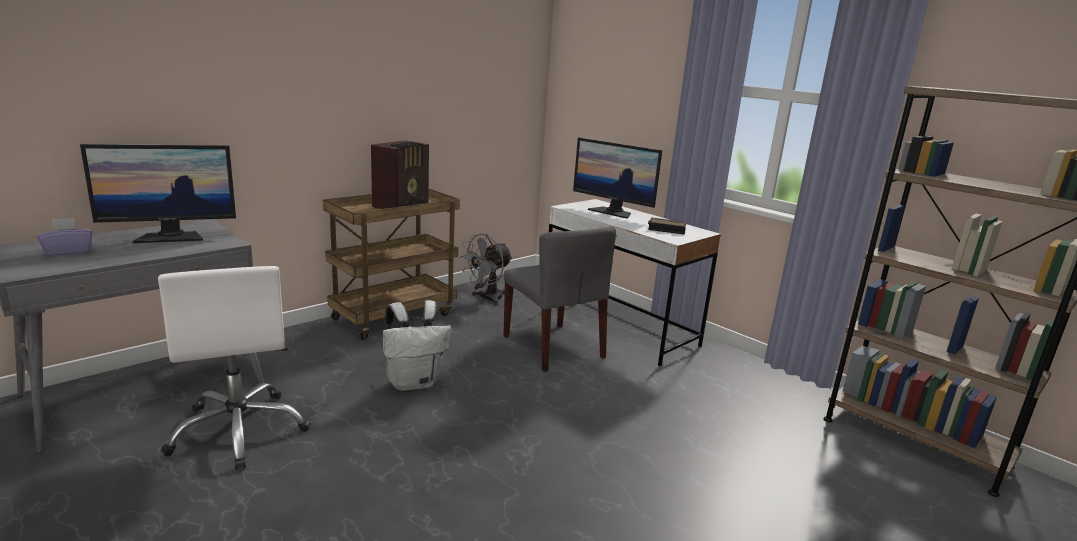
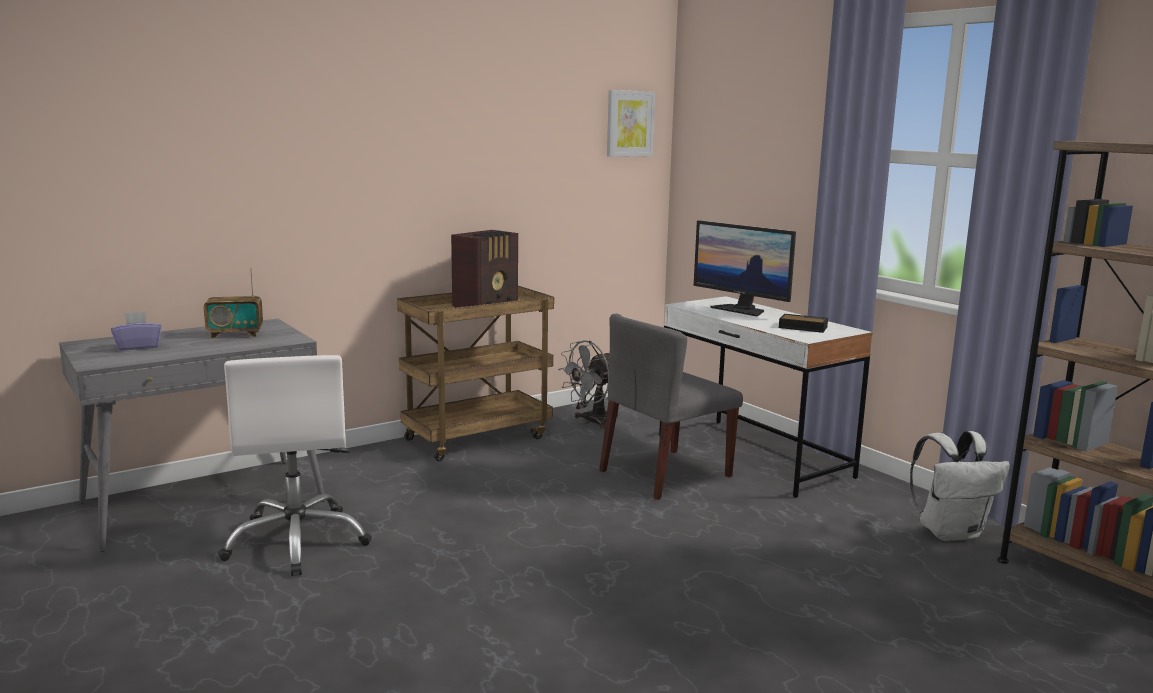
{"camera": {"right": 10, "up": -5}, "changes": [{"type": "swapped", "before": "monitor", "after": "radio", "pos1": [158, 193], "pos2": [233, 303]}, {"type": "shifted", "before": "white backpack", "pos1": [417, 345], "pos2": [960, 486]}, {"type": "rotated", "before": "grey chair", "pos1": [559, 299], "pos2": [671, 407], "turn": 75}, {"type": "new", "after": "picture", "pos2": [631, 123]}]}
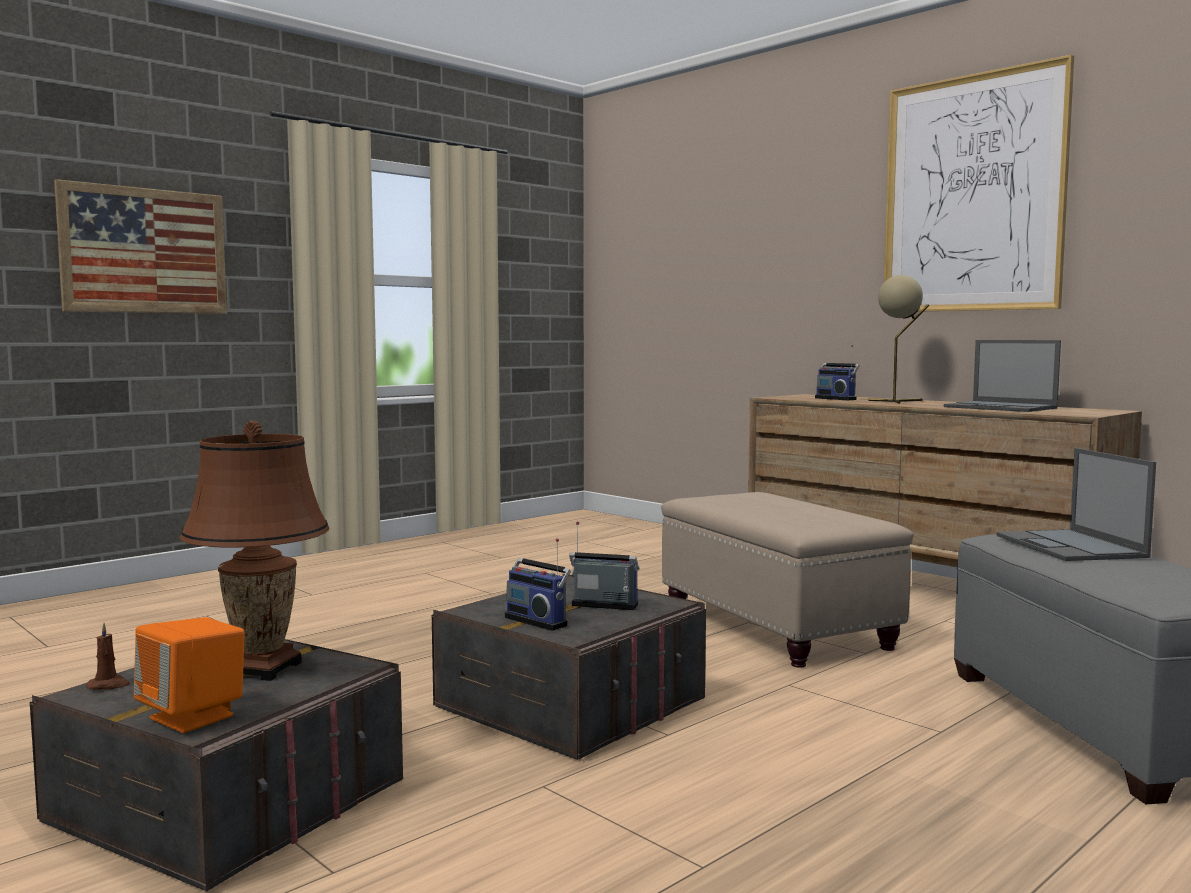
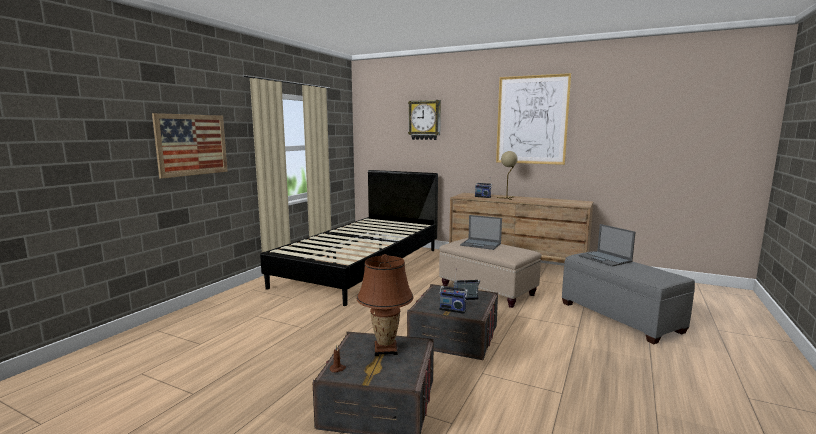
{"camera": {"right": -20, "up": 5}, "changes": [{"type": "gone", "before": "orange speaker", "pos1": [189, 675]}, {"type": "shifted", "before": "laptop", "pos1": [1002, 376], "pos2": [481, 232]}, {"type": "new", "after": "black bed", "pos2": [349, 238]}, {"type": "new", "after": "wall clock", "pos2": [424, 120]}]}
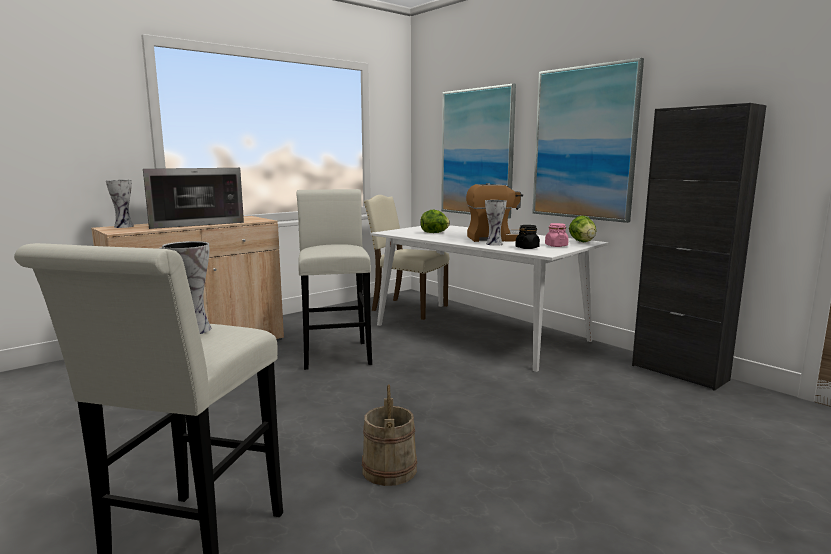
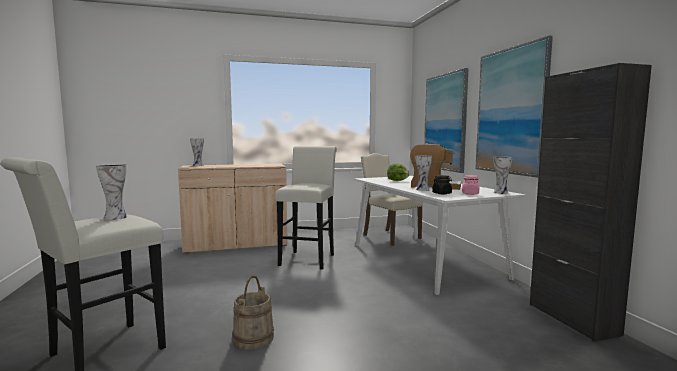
{"camera": {"right": 25, "up": -5}, "changes": [{"type": "gone", "before": "microwave", "pos1": [193, 198]}, {"type": "swapped", "before": "lettuce", "after": "vase", "pos1": [582, 229], "pos2": [503, 175]}]}
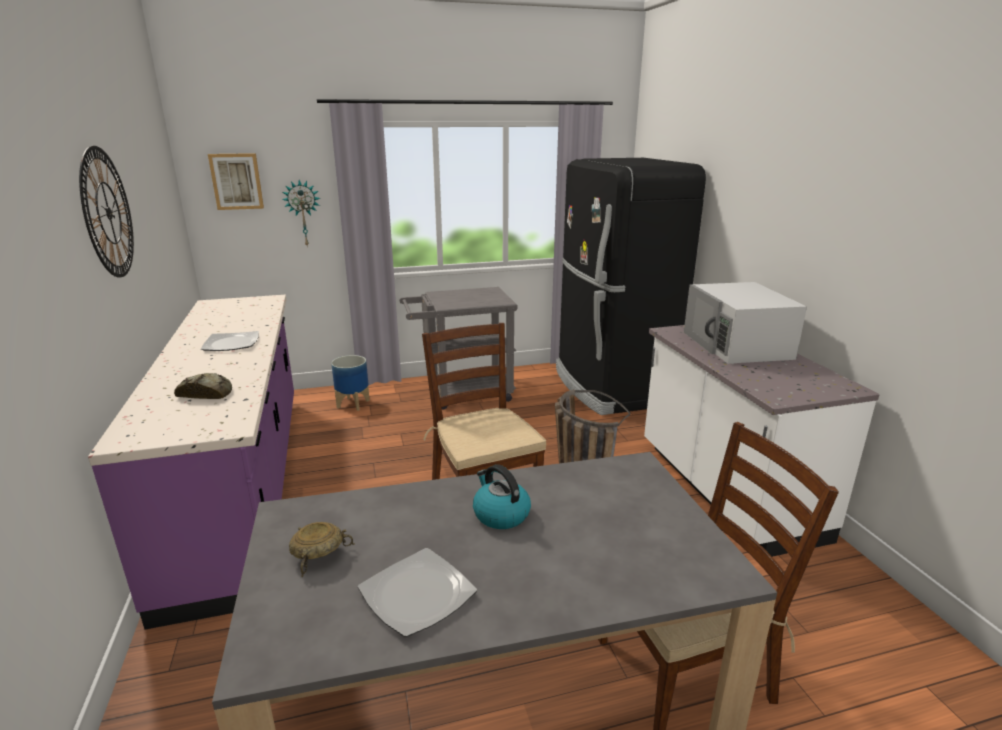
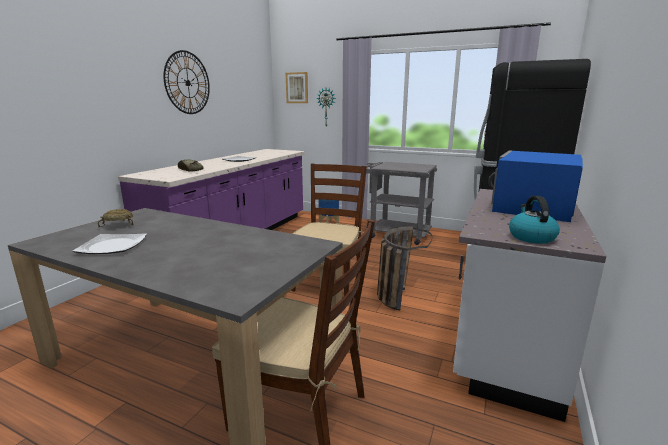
{"camera": {"right": 40, "up": -5}, "changes": [{"type": "shifted", "before": "kettle", "pos1": [502, 496], "pos2": [534, 220]}, {"type": "repainted", "before": "white microwave", "after": "blue microwave", "pos1": [745, 323], "pos2": [535, 186]}]}
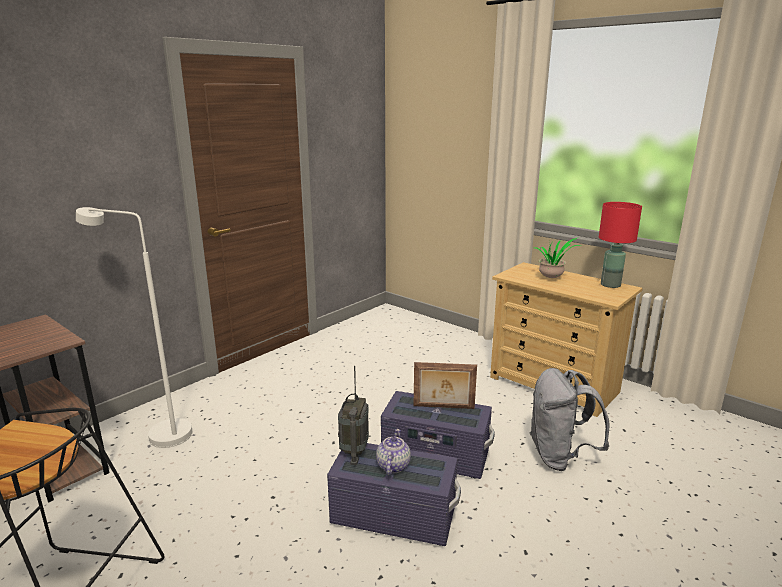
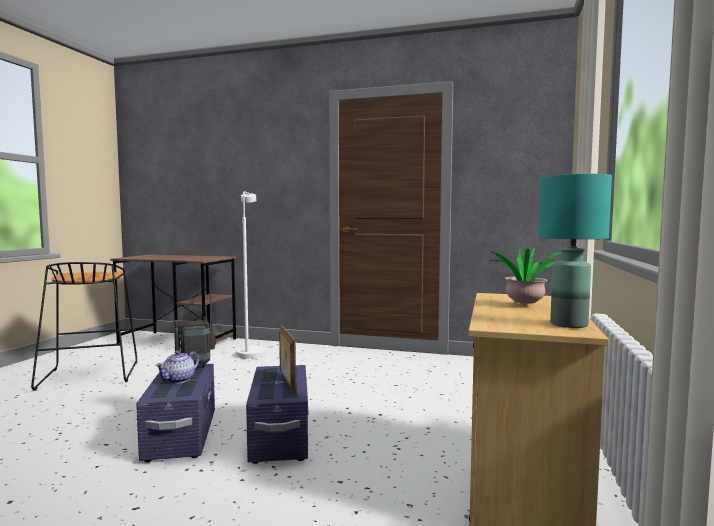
{"camera": {"right": 65, "up": -15}, "changes": [{"type": "rotated", "before": "teapot", "pos1": [393, 452], "pos2": [177, 367], "turn": 135}, {"type": "gone", "before": "grey backpack", "pos1": [569, 419]}, {"type": "repainted", "before": "red table lamp", "after": "turquoise table lamp", "pos1": [620, 245], "pos2": [575, 251]}]}
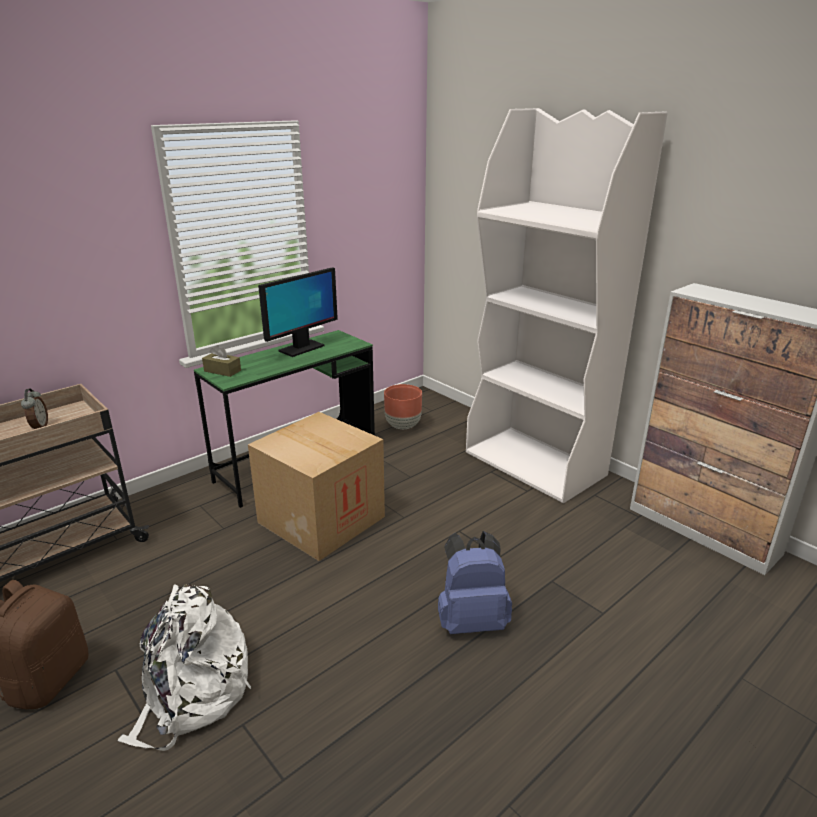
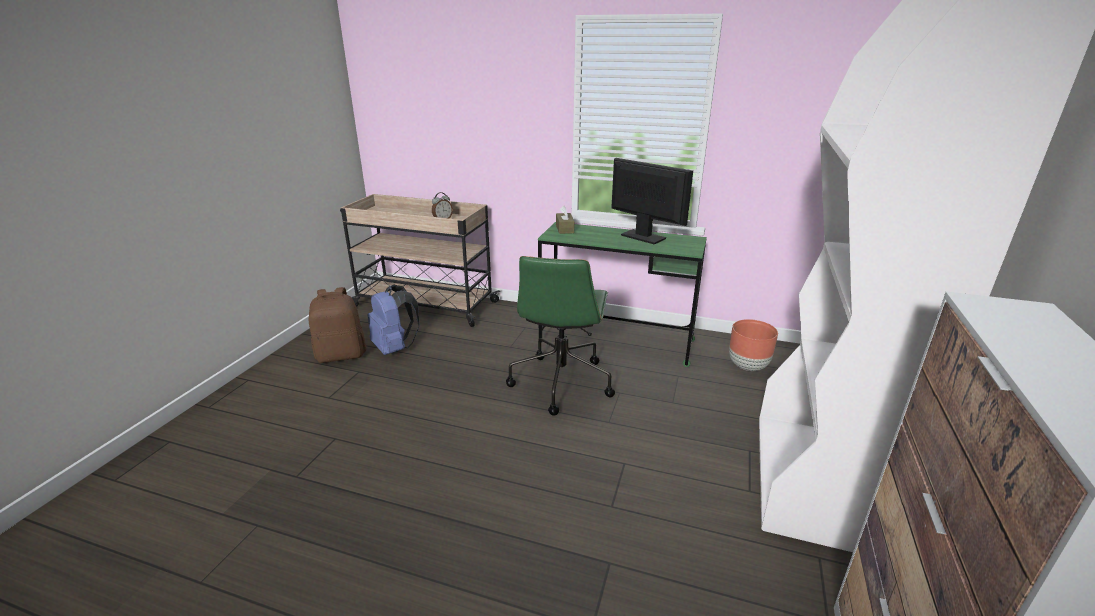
{"camera": {"right": 60, "up": 0}, "changes": [{"type": "gone", "before": "white backpack", "pos1": [184, 667]}, {"type": "swapped", "before": "cardboard box", "after": "green office chair", "pos1": [316, 486], "pos2": [560, 336]}, {"type": "rotated", "before": "monitor", "pos1": [298, 312], "pos2": [652, 201], "turn": -150}, {"type": "shifted", "before": "blue backpack", "pos1": [475, 582], "pos2": [393, 320]}]}
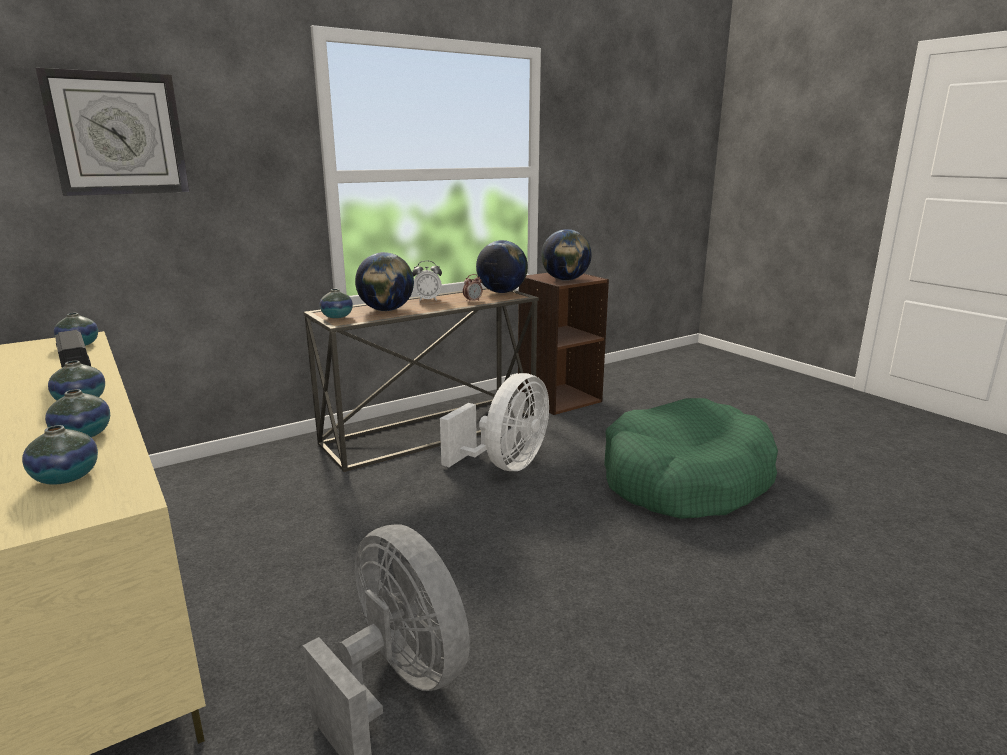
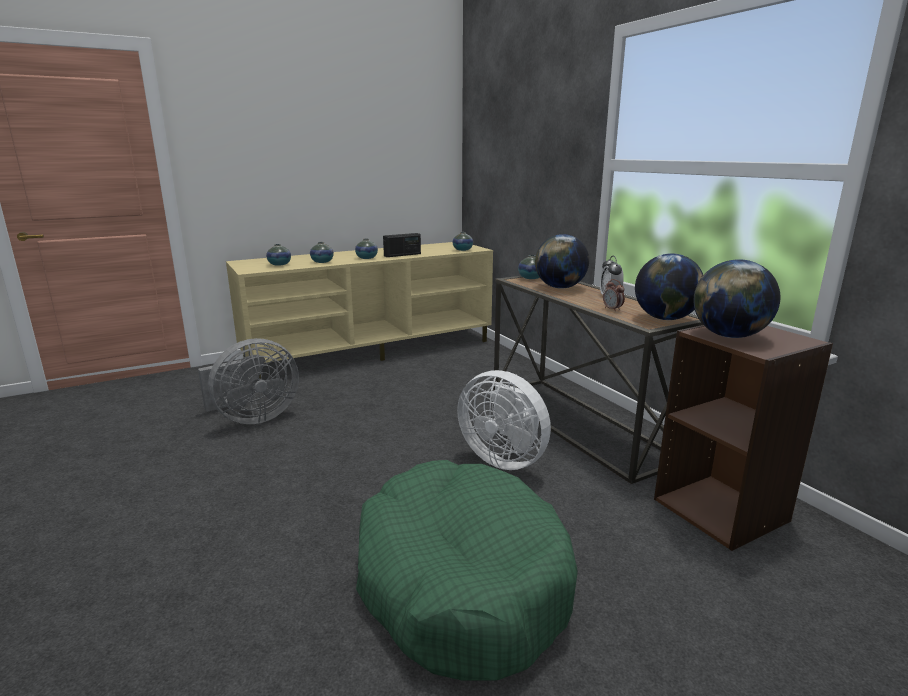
{"camera": {"right": 95, "up": 0}, "changes": [{"type": "gone", "before": "wall clock", "pos1": [112, 132]}]}
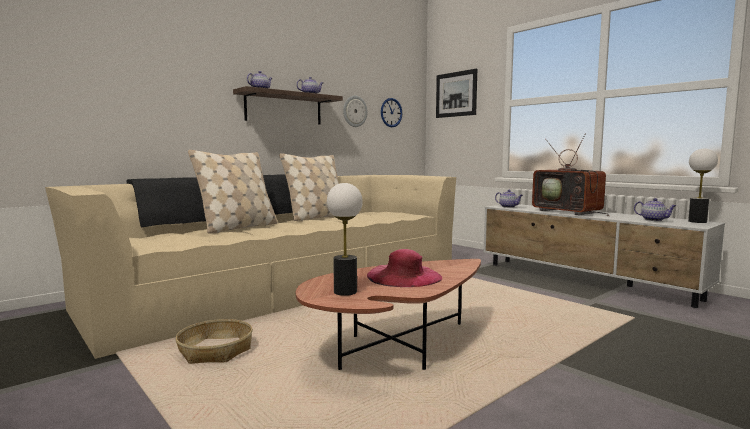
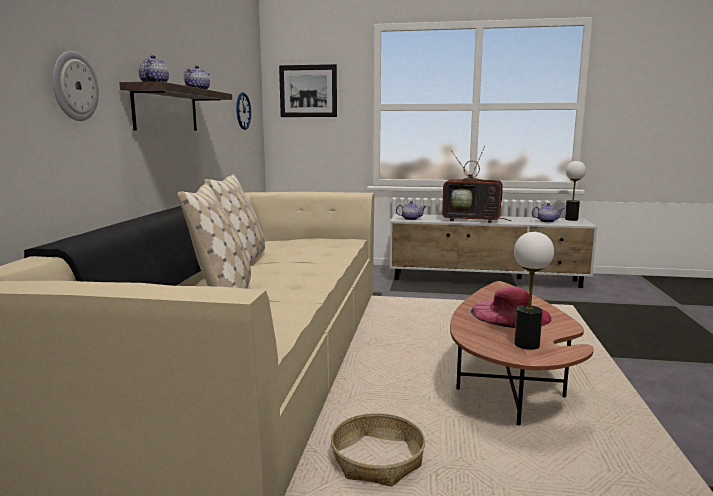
{"camera": {"right": -40, "up": 5}, "changes": [{"type": "shifted", "before": "wall clock", "pos1": [355, 111], "pos2": [75, 86]}]}
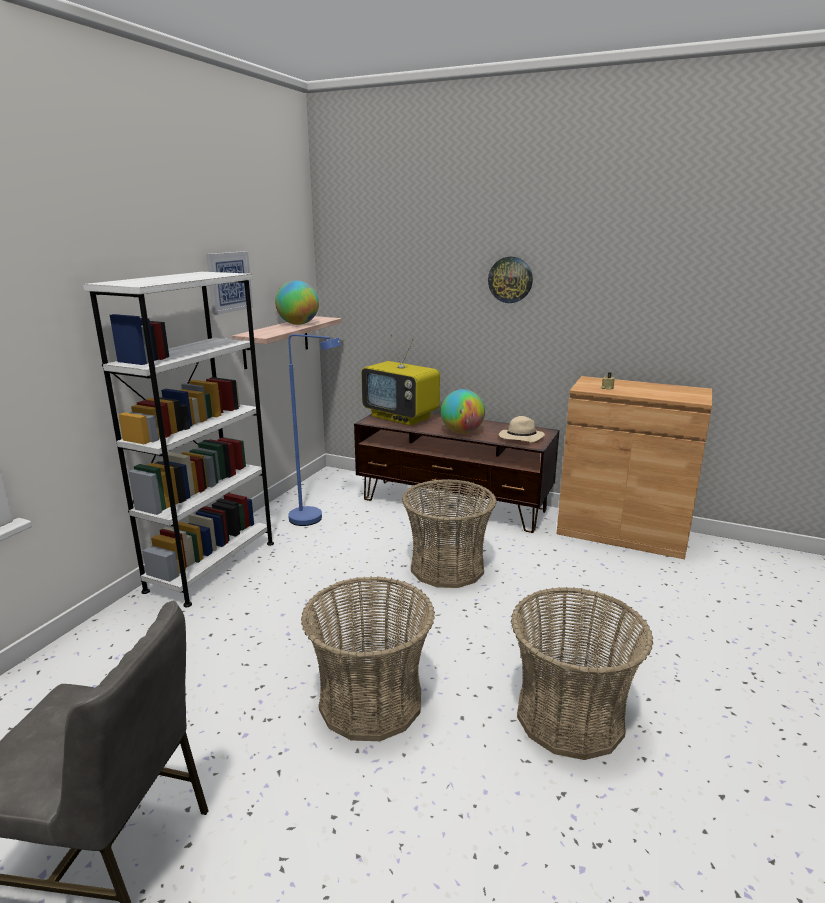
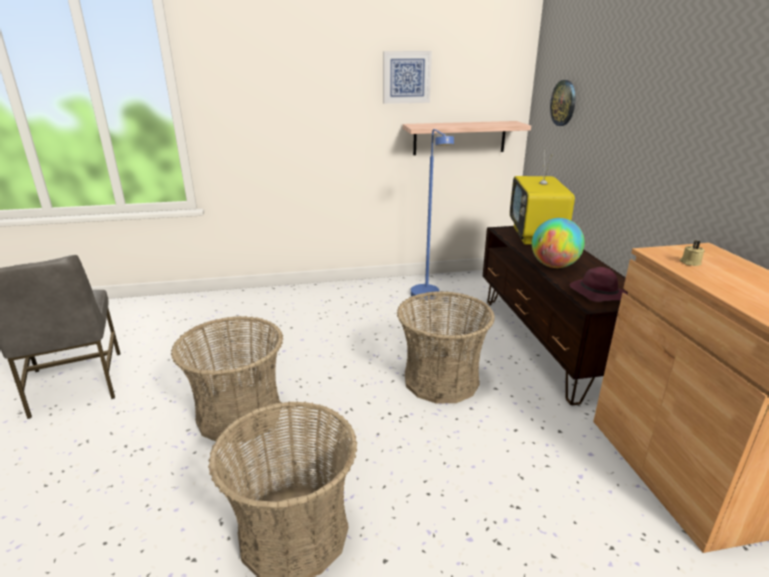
{"camera": {"right": 55, "up": 5}, "changes": [{"type": "gone", "before": "white bookcase", "pos1": [178, 439]}, {"type": "gone", "before": "globe", "pos1": [297, 303]}, {"type": "shifted", "before": "wall clock", "pos1": [510, 280], "pos2": [562, 103]}, {"type": "repainted", "before": "beige hat", "after": "purple hat", "pos1": [522, 429], "pos2": [598, 284]}]}
